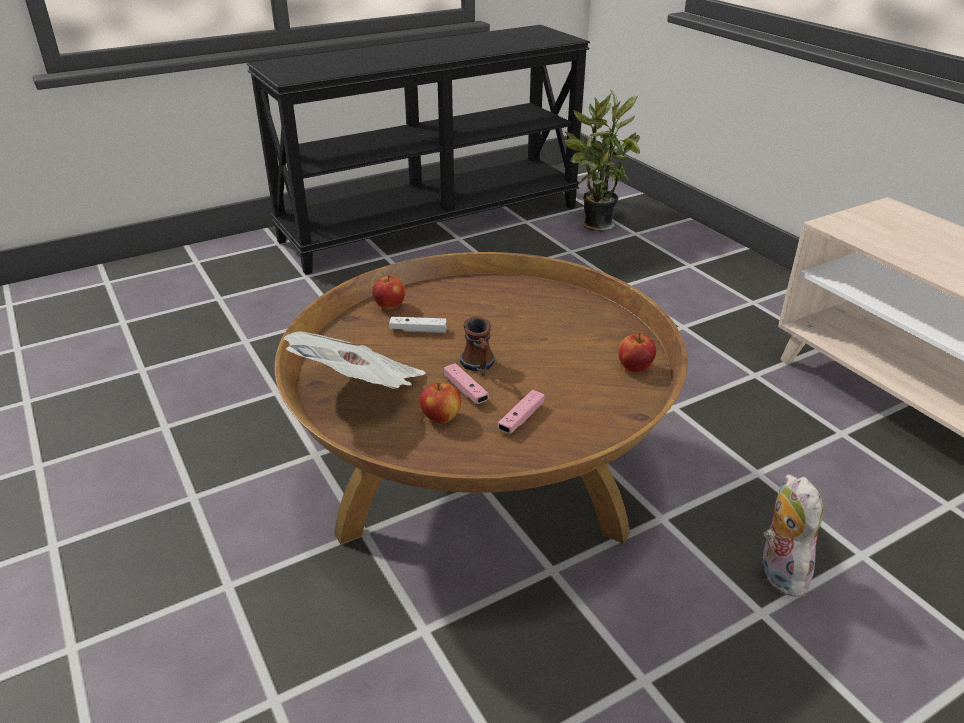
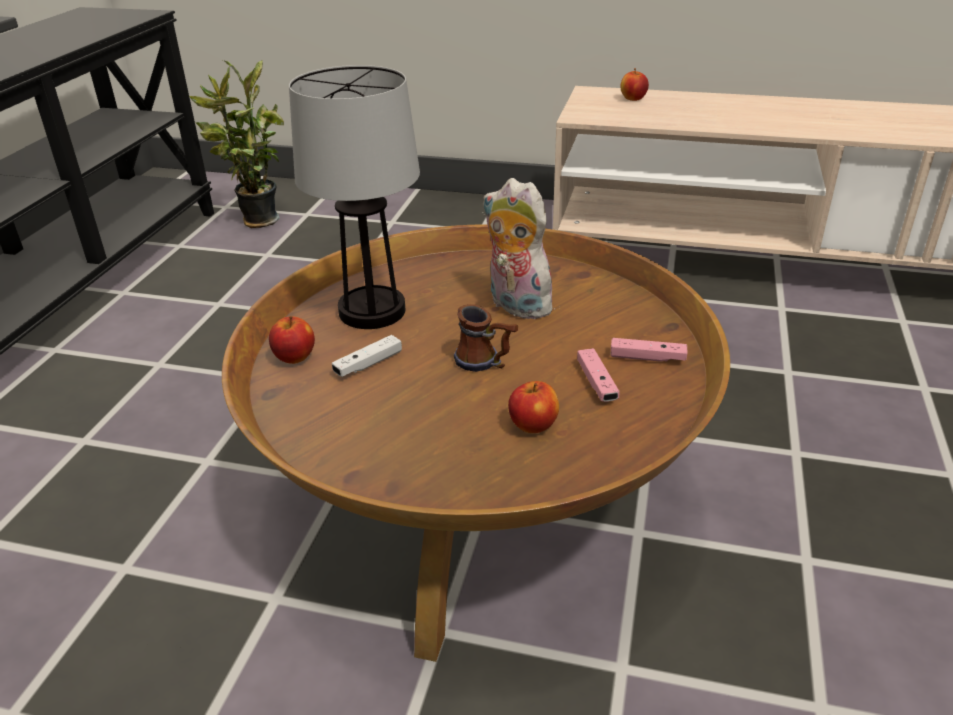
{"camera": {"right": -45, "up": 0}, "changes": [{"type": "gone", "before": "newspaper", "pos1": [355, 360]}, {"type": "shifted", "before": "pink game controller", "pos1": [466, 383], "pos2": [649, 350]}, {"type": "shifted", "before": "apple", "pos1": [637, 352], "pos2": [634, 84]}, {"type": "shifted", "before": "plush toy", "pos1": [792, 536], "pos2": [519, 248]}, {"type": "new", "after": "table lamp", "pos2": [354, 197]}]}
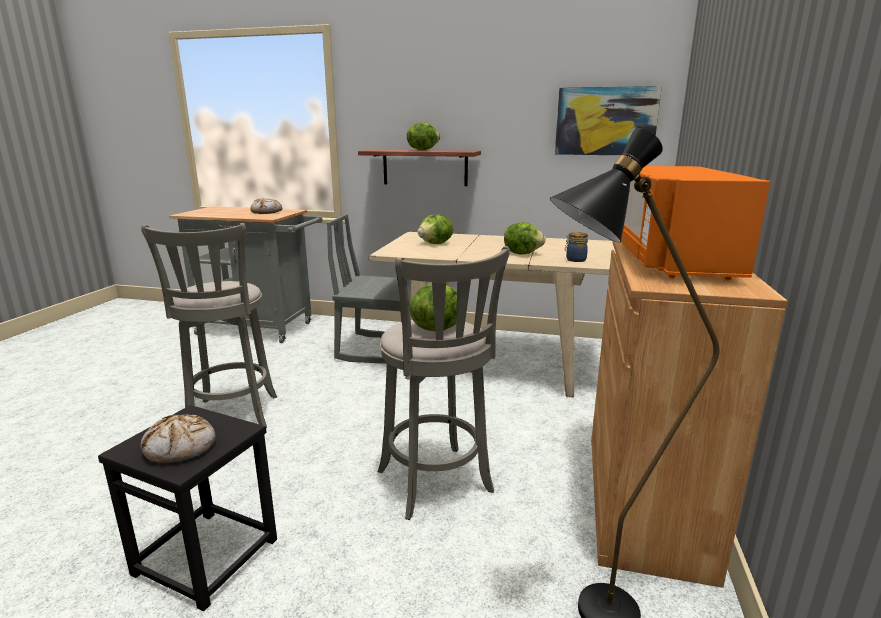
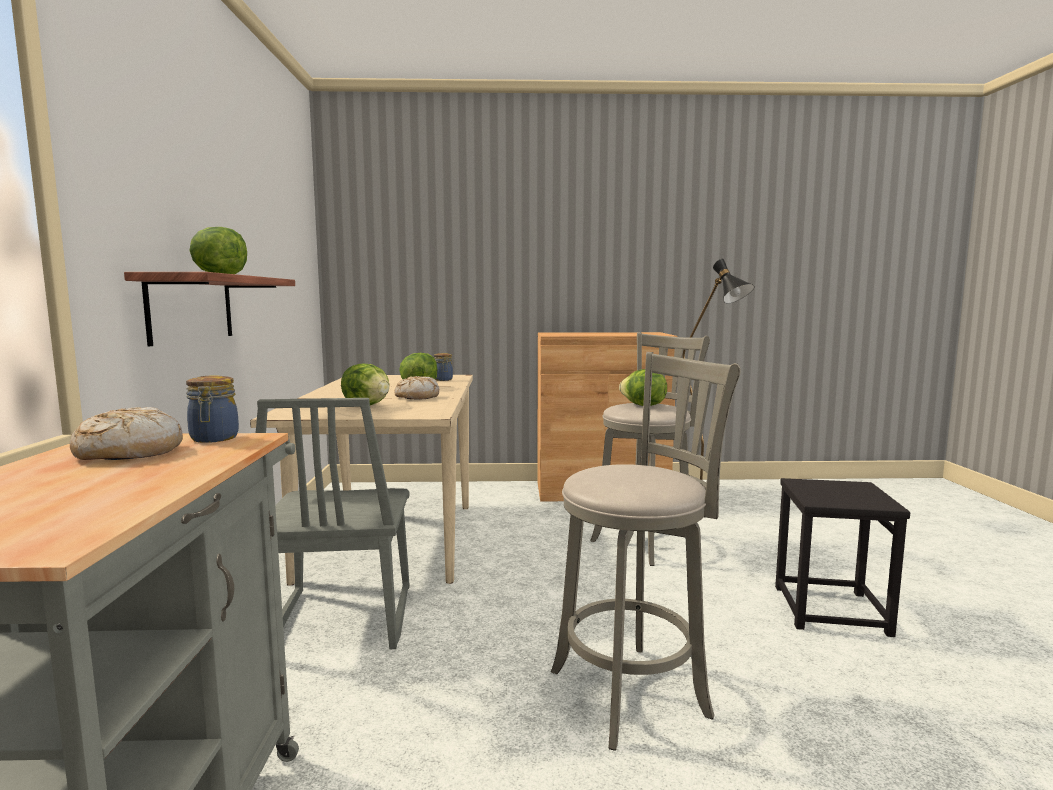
{"camera": {"right": -105, "up": -10}, "changes": [{"type": "shifted", "before": "bread", "pos1": [178, 439], "pos2": [416, 388]}, {"type": "gone", "before": "picture", "pos1": [608, 120]}, {"type": "gone", "before": "orange microwave", "pos1": [695, 223]}, {"type": "new", "after": "jar", "pos2": [212, 409]}]}
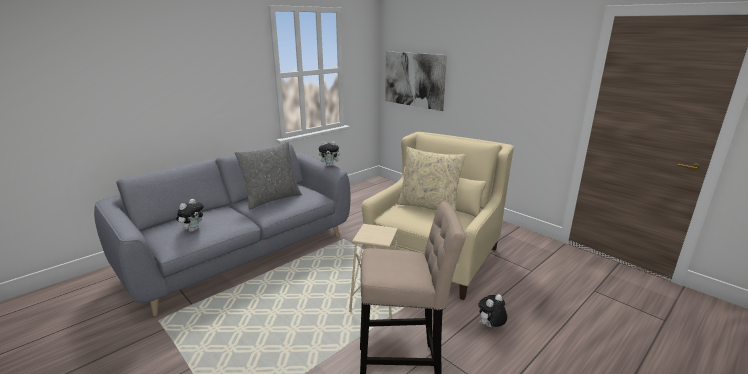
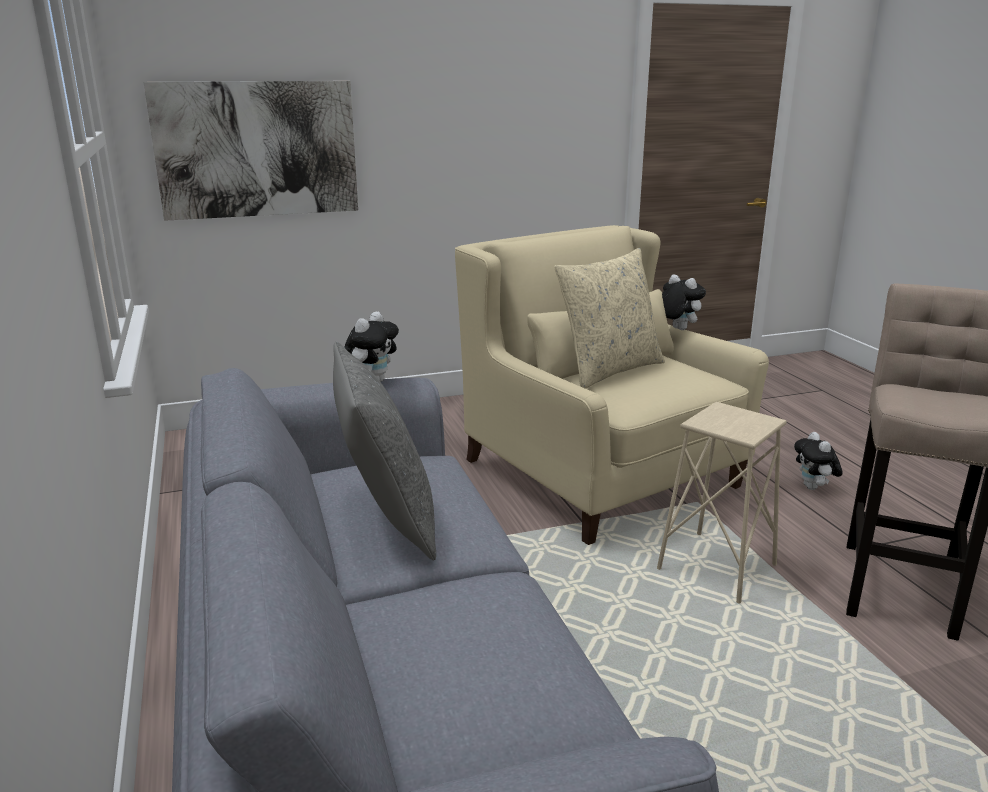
{"camera": {"right": -65, "up": 0}, "changes": [{"type": "shifted", "before": "plush toy", "pos1": [190, 215], "pos2": [684, 302]}]}
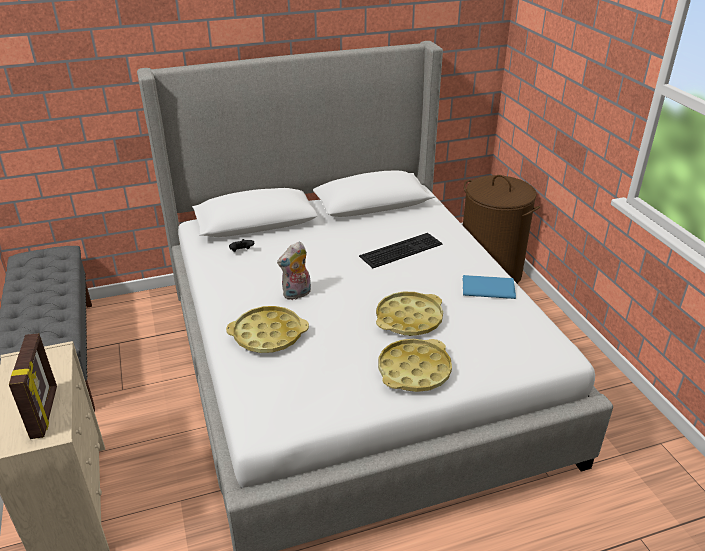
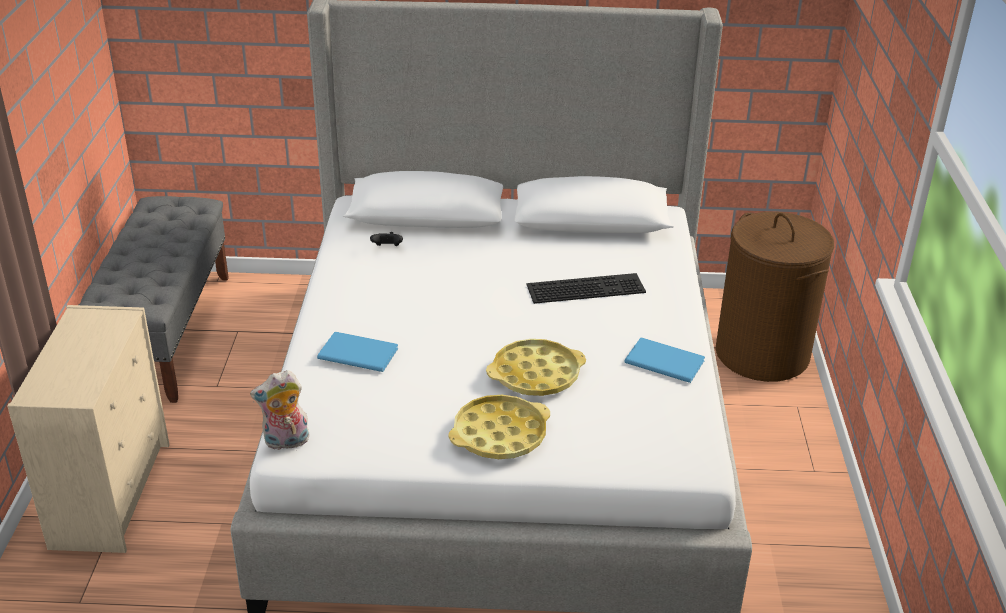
{"camera": {"right": 20, "up": 0}, "changes": [{"type": "gone", "before": "picture frame", "pos1": [33, 386]}, {"type": "swapped", "before": "yellow tray", "after": "blue book", "pos1": [267, 329], "pos2": [357, 352]}, {"type": "shifted", "before": "plush toy", "pos1": [294, 270], "pos2": [280, 410]}]}
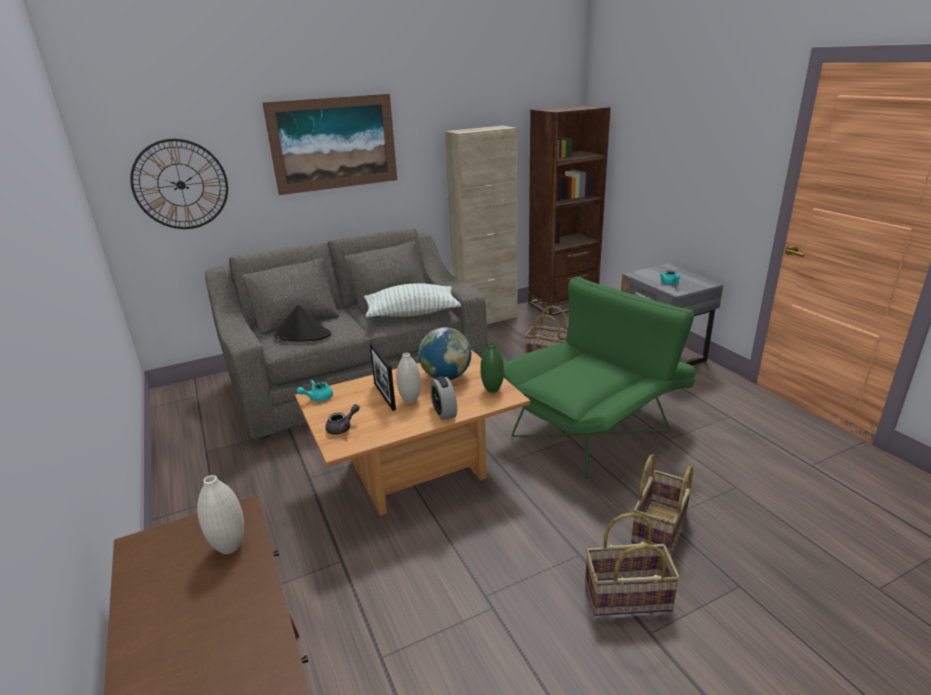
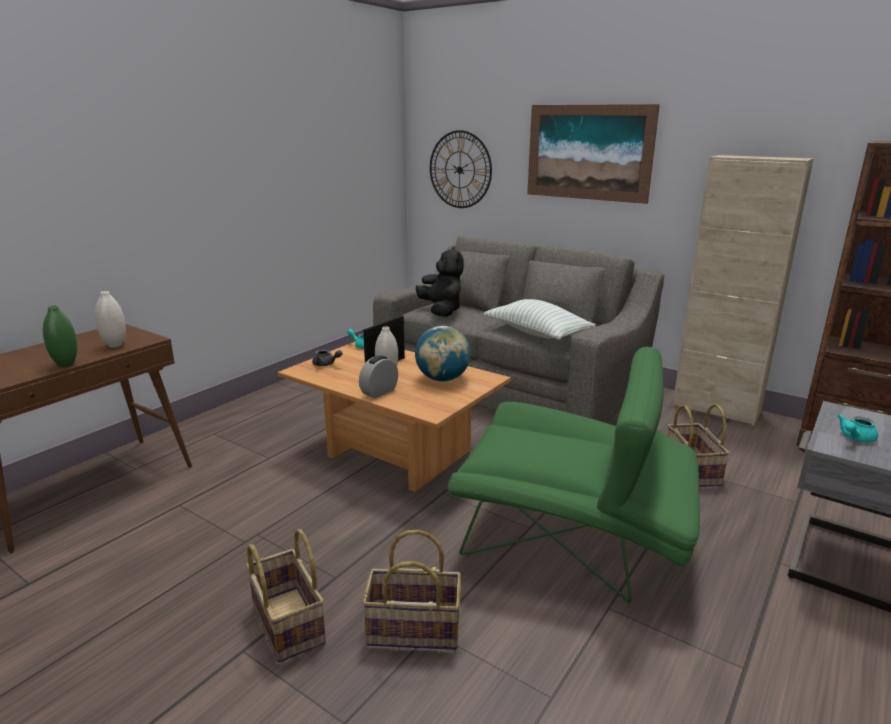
{"camera": {"right": 60, "up": -5}, "changes": [{"type": "swapped", "before": "black hat", "after": "black plush toy", "pos1": [302, 323], "pos2": [440, 282]}, {"type": "shifted", "before": "green vase", "pos1": [492, 368], "pos2": [60, 336]}]}
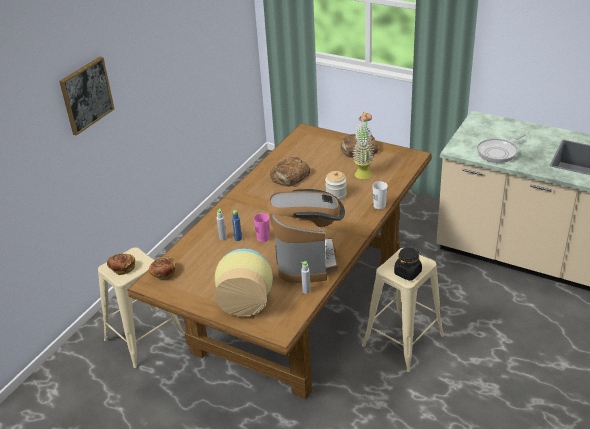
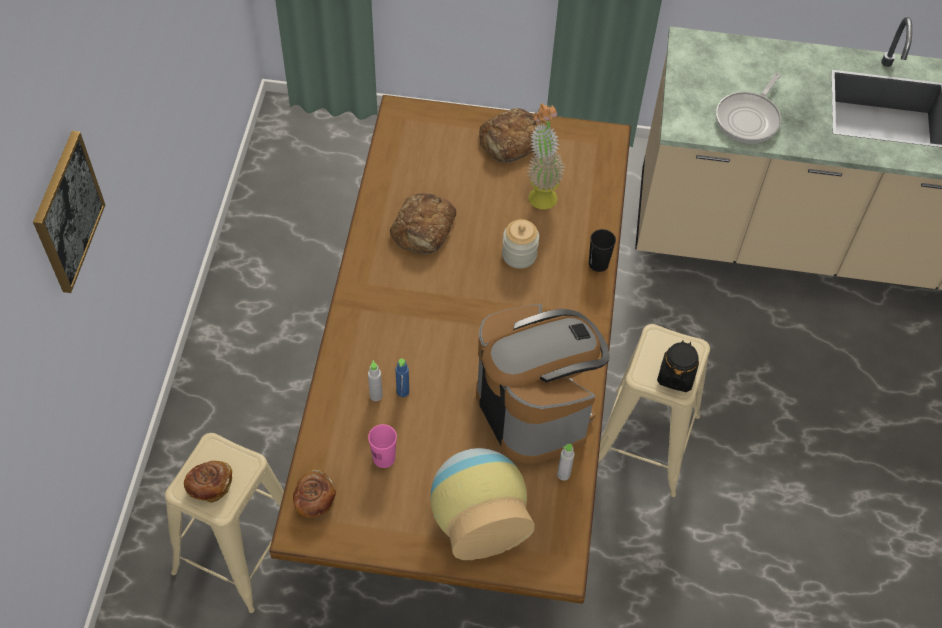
{"camera": {"right": -25, "up": 20}, "changes": [{"type": "shifted", "before": "pink cup", "pos1": [261, 227], "pos2": [382, 446]}, {"type": "repainted", "before": "white cup", "after": "black cup", "pos1": [380, 195], "pos2": [602, 250]}]}
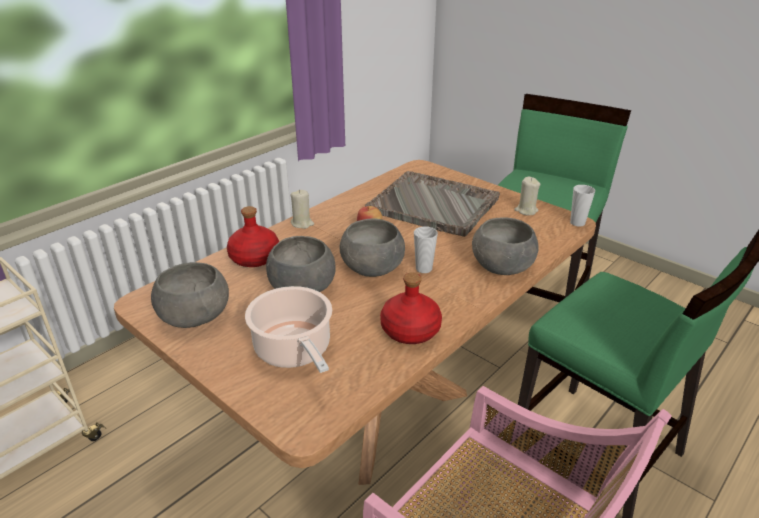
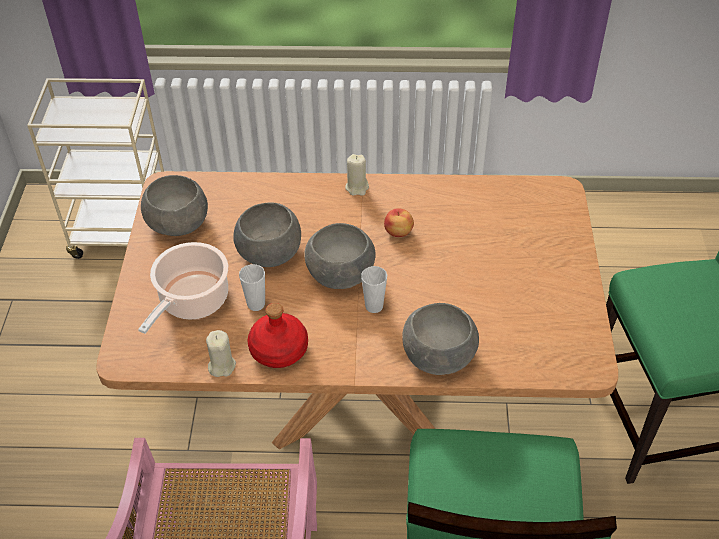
{"camera": {"right": 50, "up": 15}, "changes": [{"type": "gone", "before": "red bottle", "pos1": [253, 236]}, {"type": "gone", "before": "grey tray", "pos1": [432, 204]}, {"type": "shifted", "before": "beige candle", "pos1": [527, 196], "pos2": [221, 353]}, {"type": "shifted", "before": "cup", "pos1": [582, 206], "pos2": [252, 287]}]}
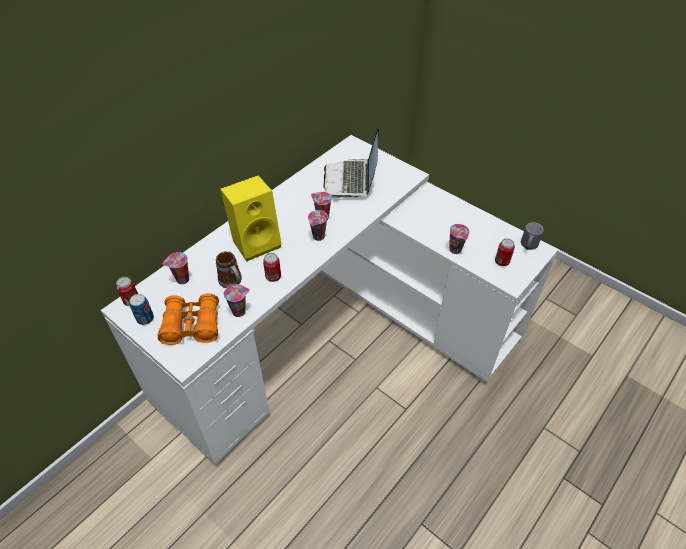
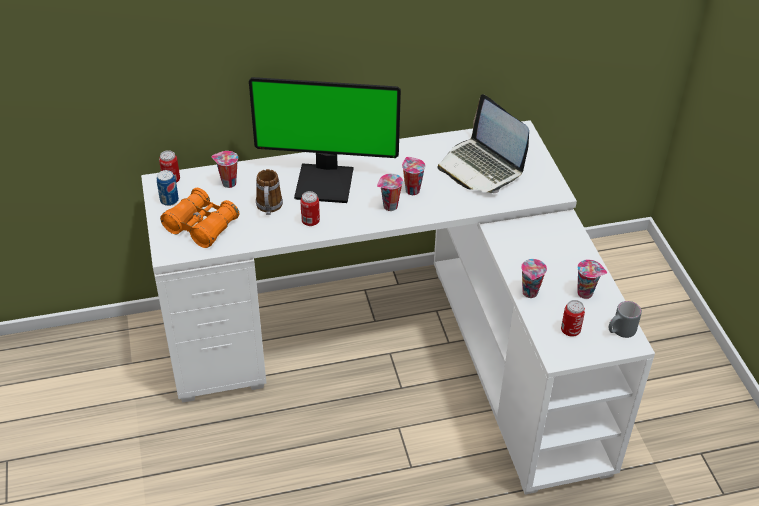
{"camera": {"right": 35, "up": -5}, "changes": [{"type": "swapped", "before": "yellow speaker", "after": "monitor", "pos1": [251, 218], "pos2": [325, 140]}, {"type": "shifted", "before": "cup", "pos1": [236, 300], "pos2": [592, 279]}, {"type": "rotated", "before": "laptop", "pos1": [351, 163], "pos2": [483, 143], "turn": -75}]}
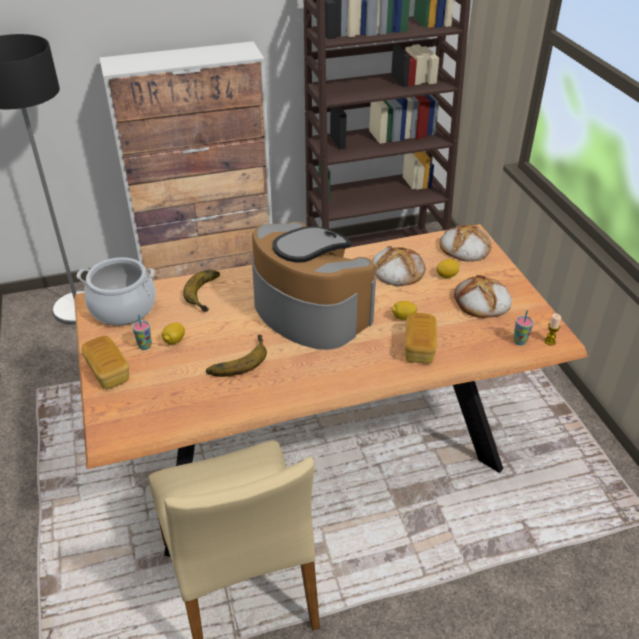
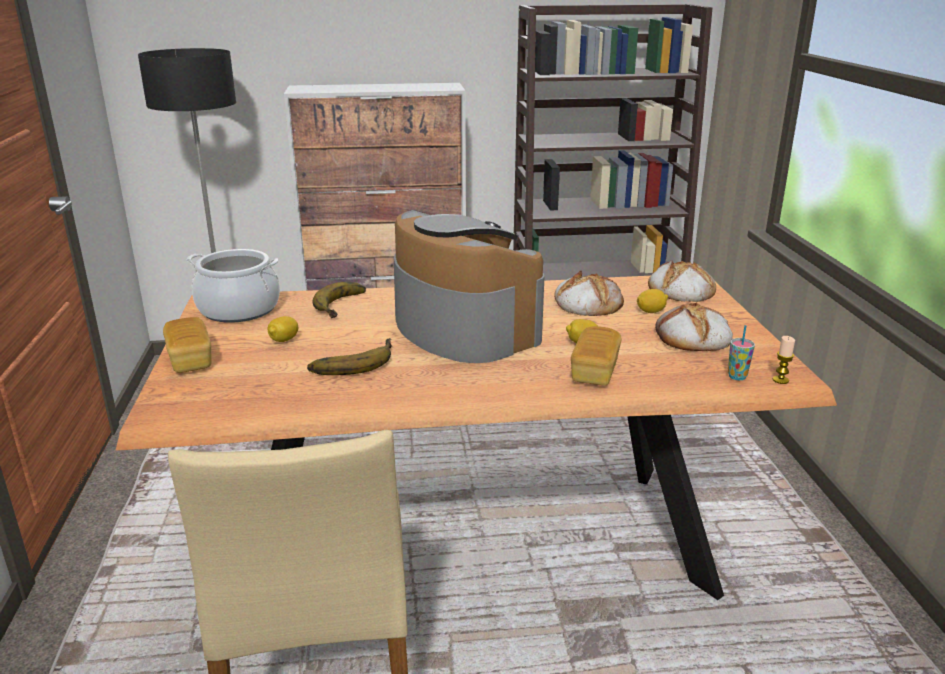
{"camera": {"right": 10, "up": -15}, "changes": [{"type": "gone", "before": "cup", "pos1": [142, 332]}]}
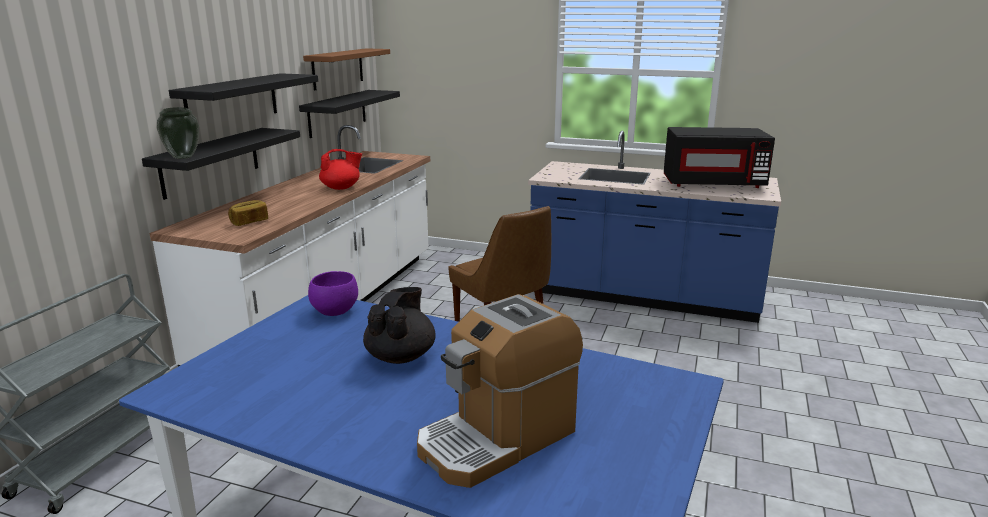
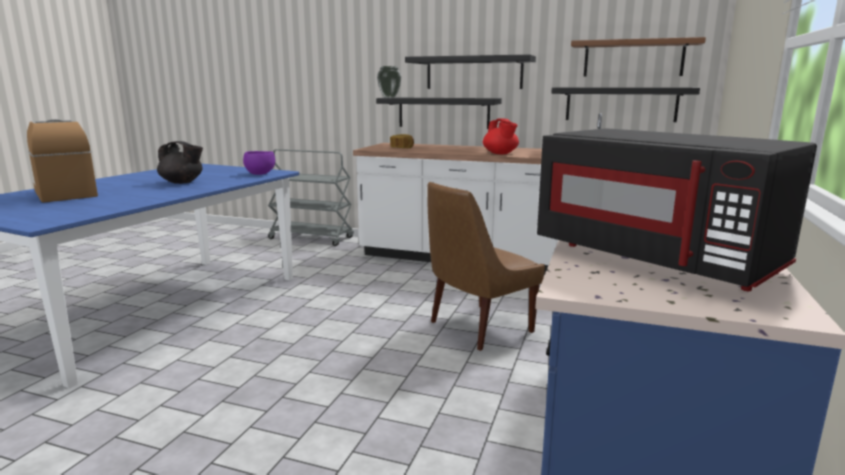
{"camera": {"right": 90, "up": -5}, "changes": [{"type": "rotated", "before": "black microwave", "pos1": [719, 157], "pos2": [677, 209], "turn": -45}]}
